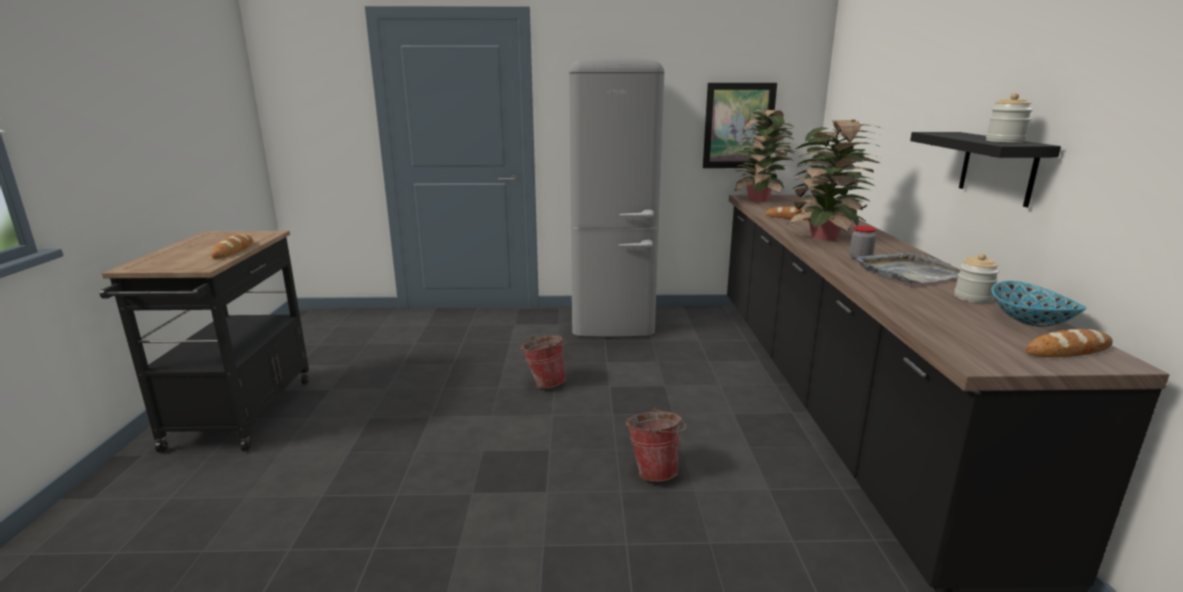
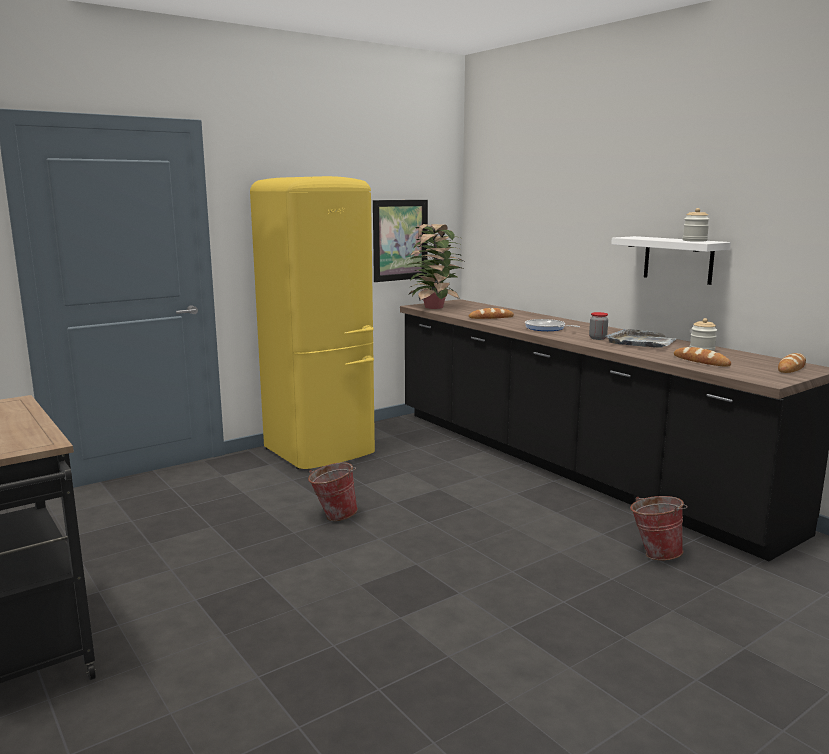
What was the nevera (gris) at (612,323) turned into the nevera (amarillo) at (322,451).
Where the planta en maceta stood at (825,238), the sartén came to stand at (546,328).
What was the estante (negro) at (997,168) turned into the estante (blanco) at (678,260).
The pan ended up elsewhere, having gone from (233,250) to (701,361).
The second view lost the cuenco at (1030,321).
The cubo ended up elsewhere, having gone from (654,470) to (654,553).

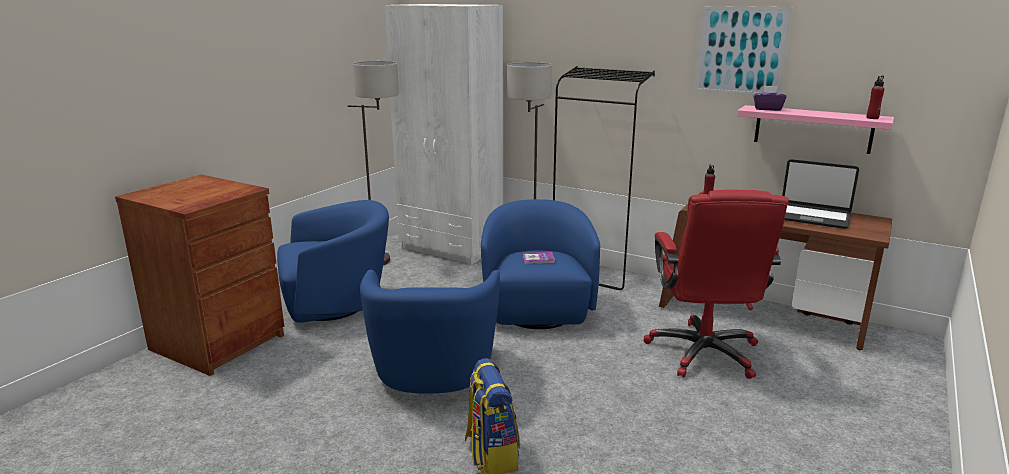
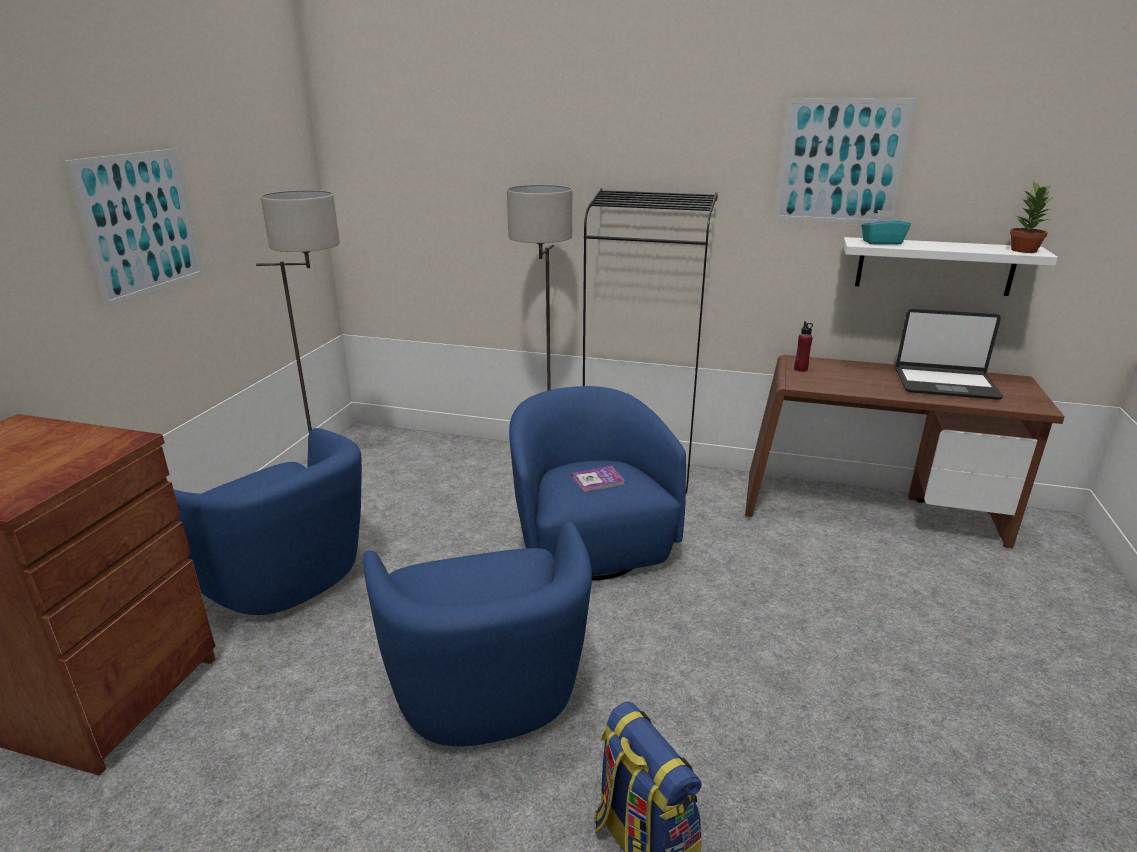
The second view lost the armario ropero (blanco) at (451,248).
Where the botella (rojo) stood at (872,118), the planta en maceta came to stand at (1024,250).
What was the caja de pañuelos (morado) at (767,109) turned into the caja de pañuelos (turquesa) at (882,242).
What was the estante (rosa) at (813,129) turned into the estante (blanco) at (934,266).
The second view lost the silla de oficina (rojo) at (704,352).
The sillón (azul) at (336,304) ended up facing another way, 75 degrees clockwise from before.
The second view gained the cuadro at (141,224).

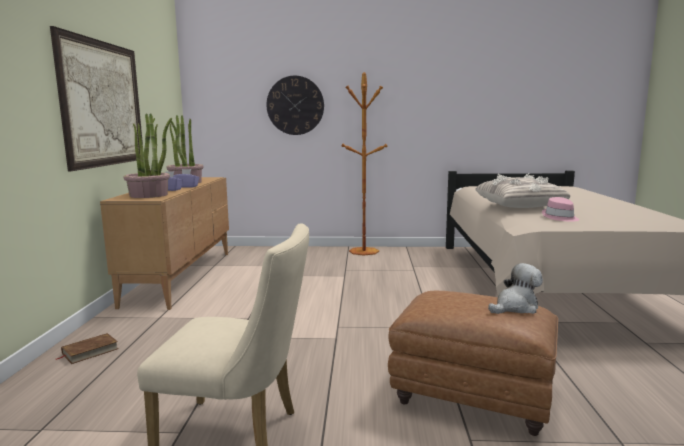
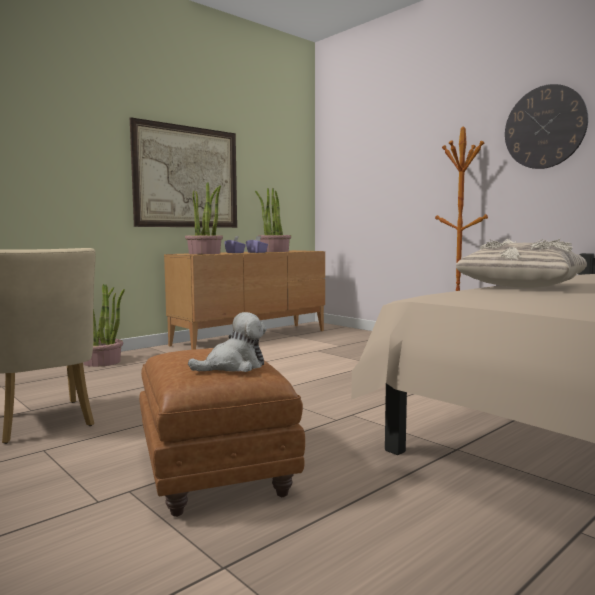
The reloj de pared ended up elsewhere, having gone from (295,105) to (544,127).
The second view lost the sombrero (rosa) at (560,217).
The peluche at (515,307) ended up facing another way, 45 degrees counterclockwise from before.
Where the libro (marrón) stood at (90,351), the planta en maceta came to stand at (102,362).

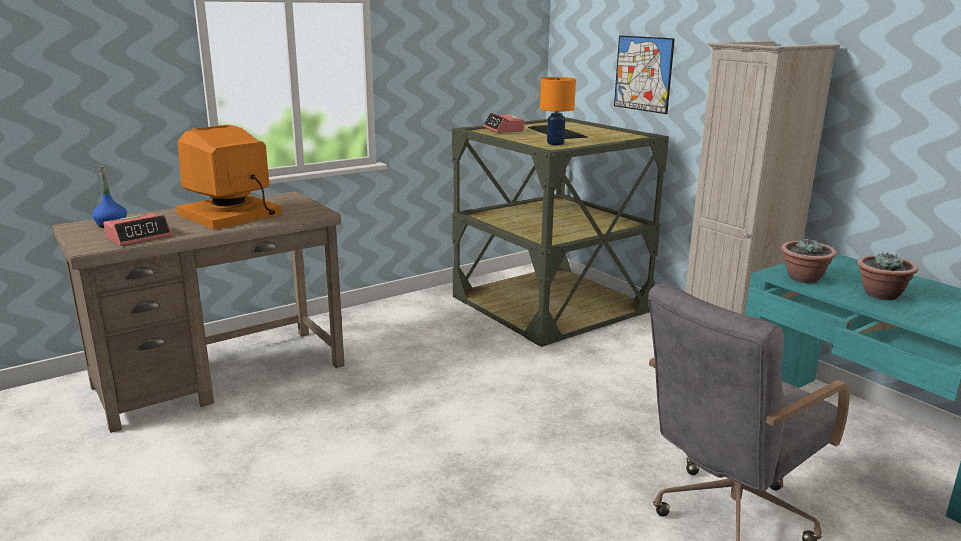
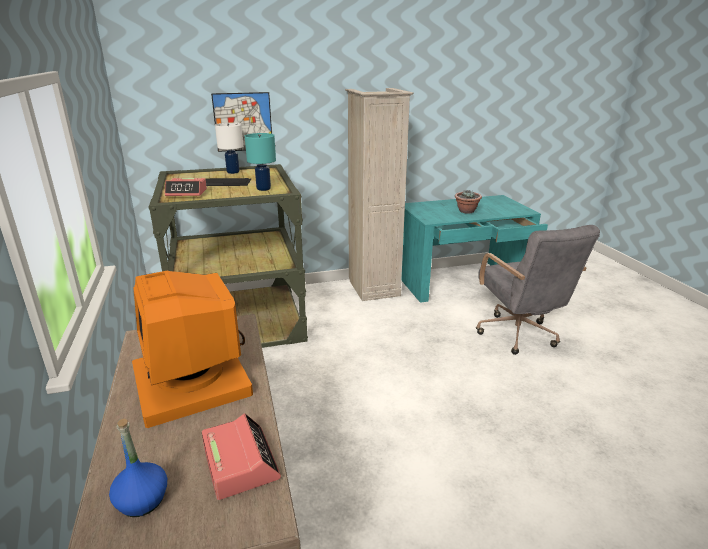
What was the lámpara de mesa (naranja) at (556,144) turned into the lámpara de mesa (turquesa) at (264,189).
The second view lost the planta en maceta at (803,278).
The second view gained the lámpara de mesa (blanco) at (234,172).

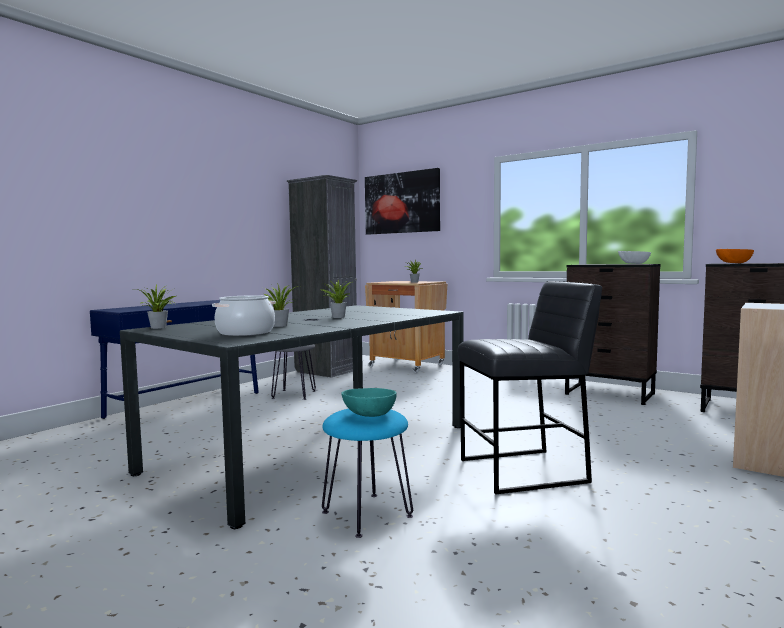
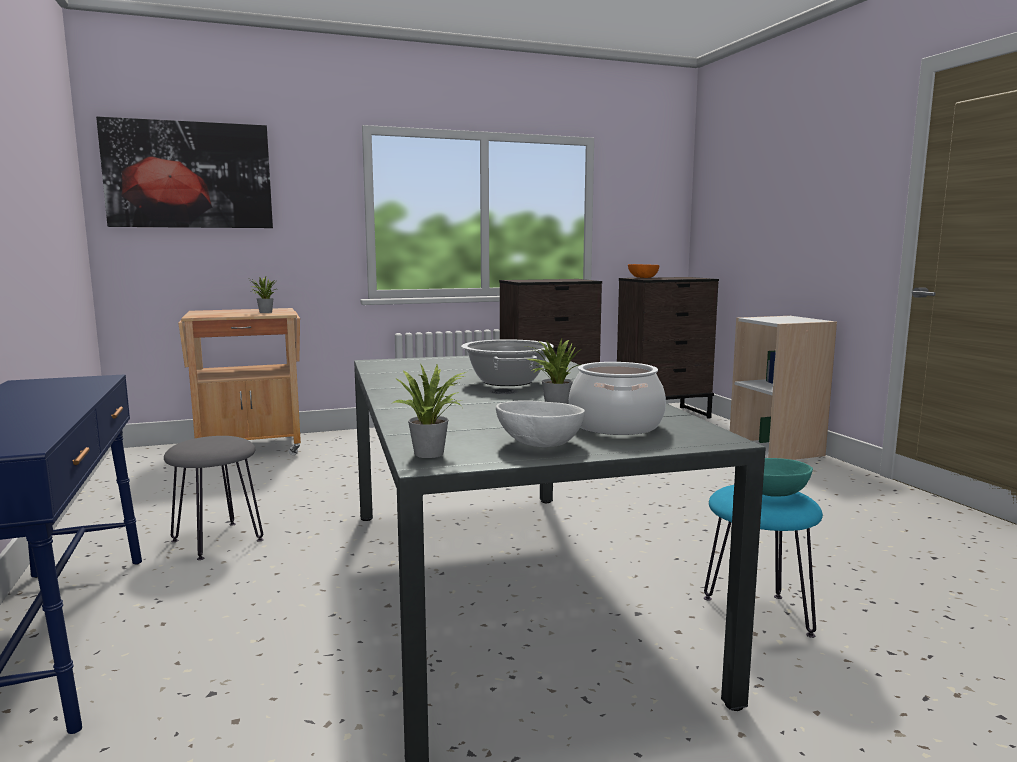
The second view lost the armario (gris) at (327,371).
The cuenco (blanco) ended up elsewhere, having gone from (633,264) to (539,443).
Where the planta en maceta stood at (337,317), the olla came to stand at (507,381).
The second view lost the taburete (gris) at (524,470).

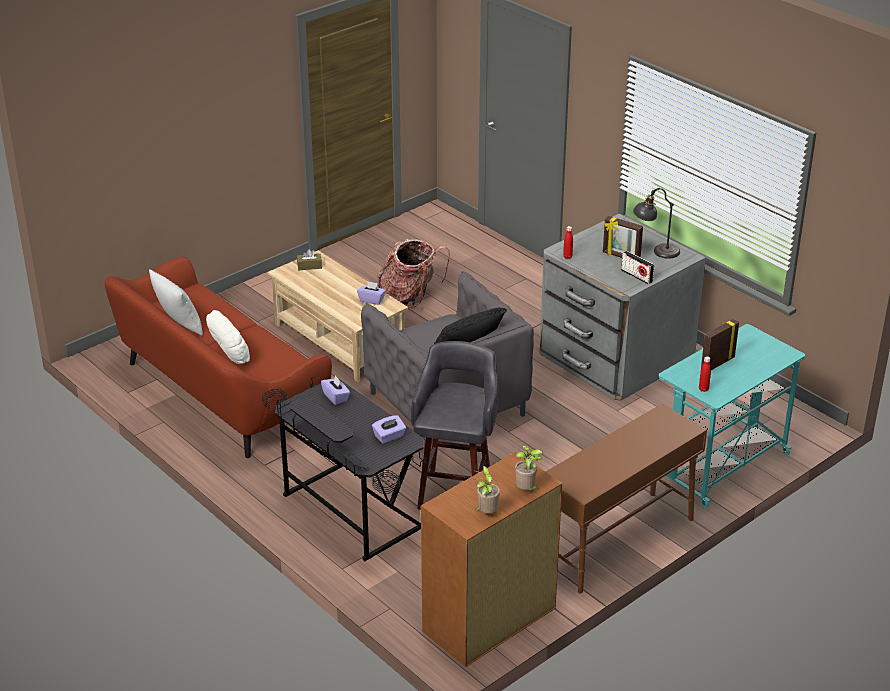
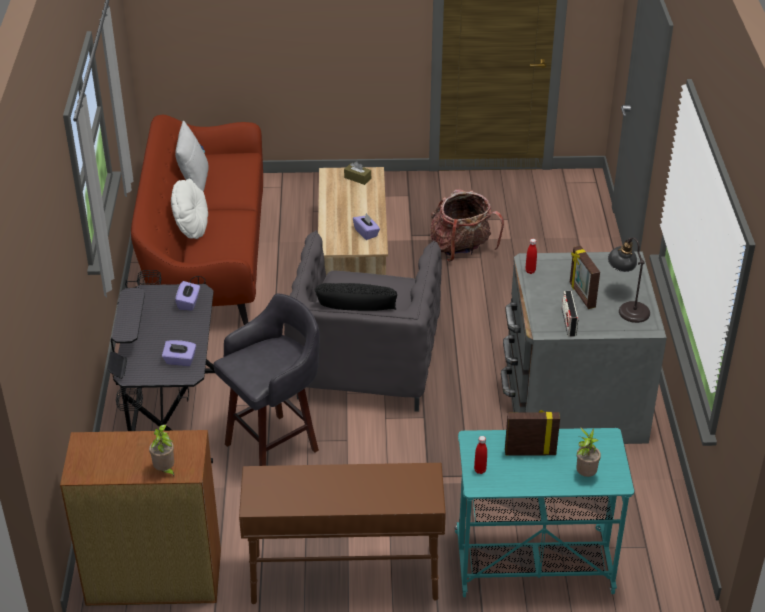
The planta en maceta ended up elsewhere, having gone from (486,513) to (585,474).

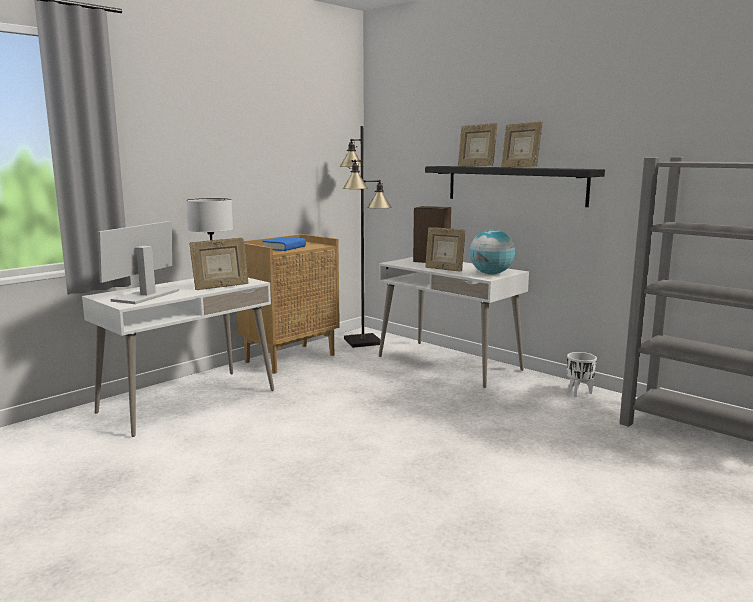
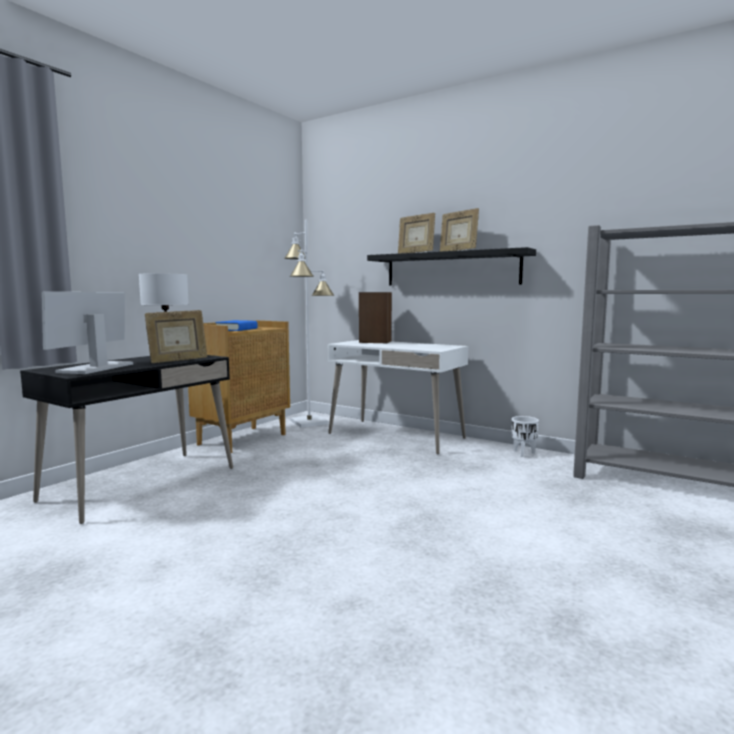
What was the lámpara de pie (negro) at (363,341) turned into the lámpara de pie (blanco) at (309,422).
The second view lost the portarretratos at (444,269).
The second view lost the globo terráqueo at (491,274).
What was the escritorio (blanco) at (188,401) turned into the escritorio (negro) at (141,484).

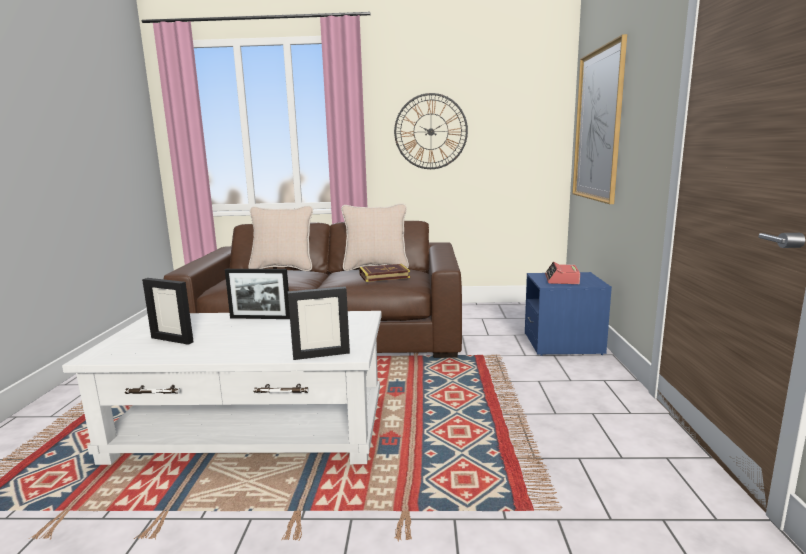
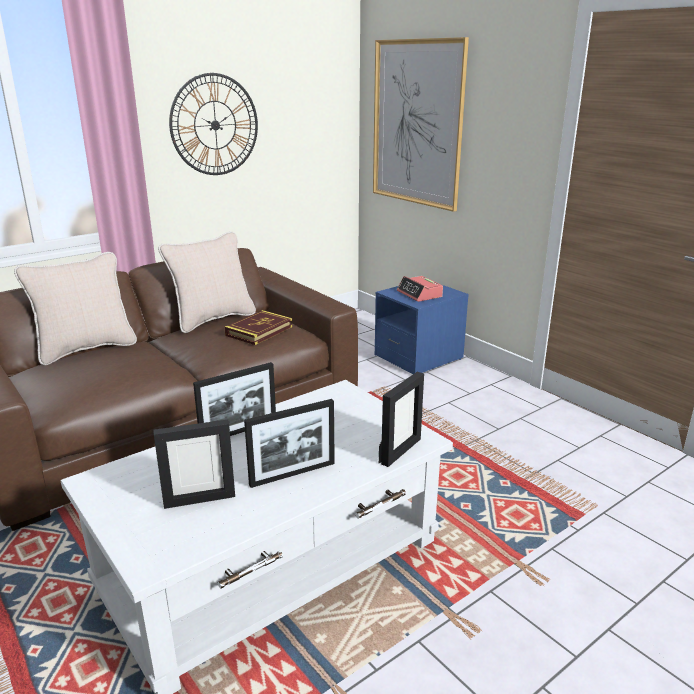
The second view gained the portarretratos at (292,474).

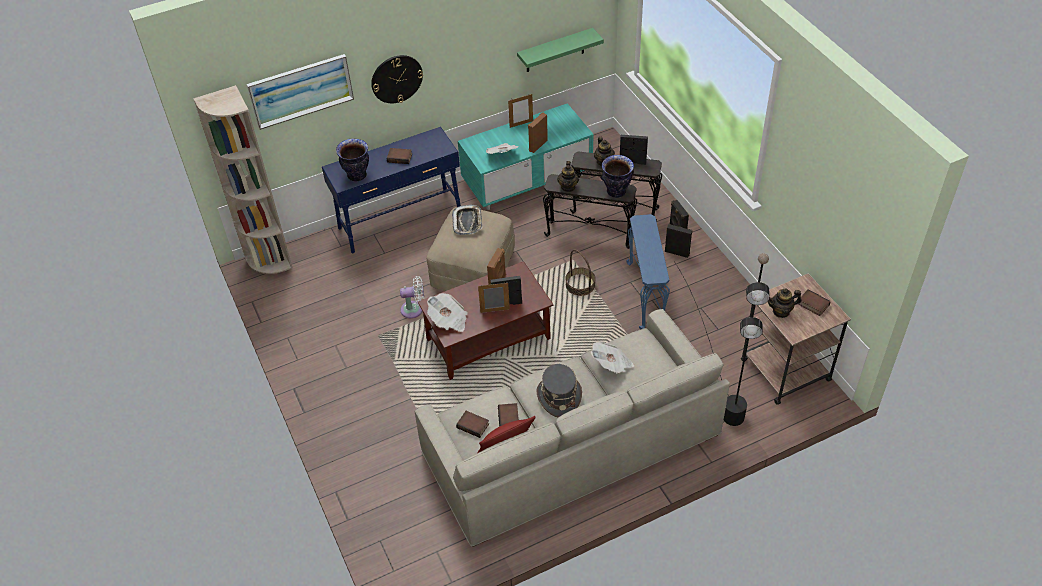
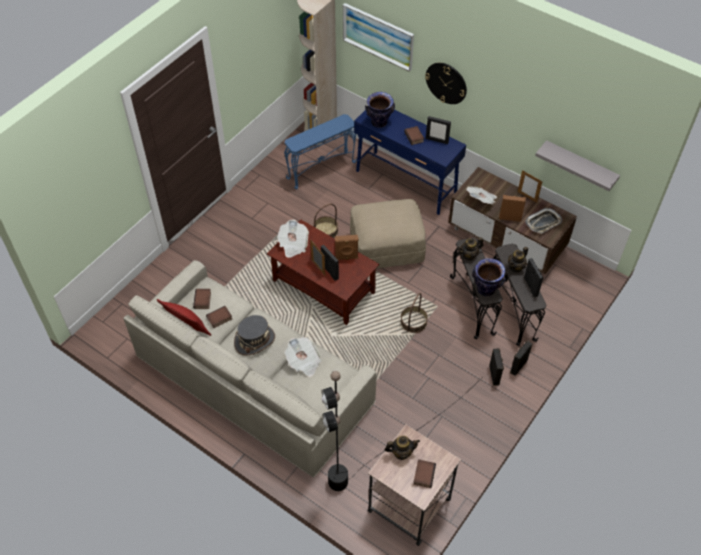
What was the estante (verde) at (555,51) turned into the estante (gris) at (580,166).
What was the mueble de televisión (turquesa) at (527,178) turned into the mueble de televisión (marrón) at (507,238).
The bandeja ended up elsewhere, having gone from (467,222) to (543,223).
The mesa auxiliar (azul) ended up elsewhere, having gone from (645,295) to (321,171).
Where the ventilador (blanco) stood at (414,309), the cesta came to stand at (325,230).
The tetera at (781,311) ended up facing another way, 120 degrees clockwise from before.
The second view gained the portarretratos at (437,140).

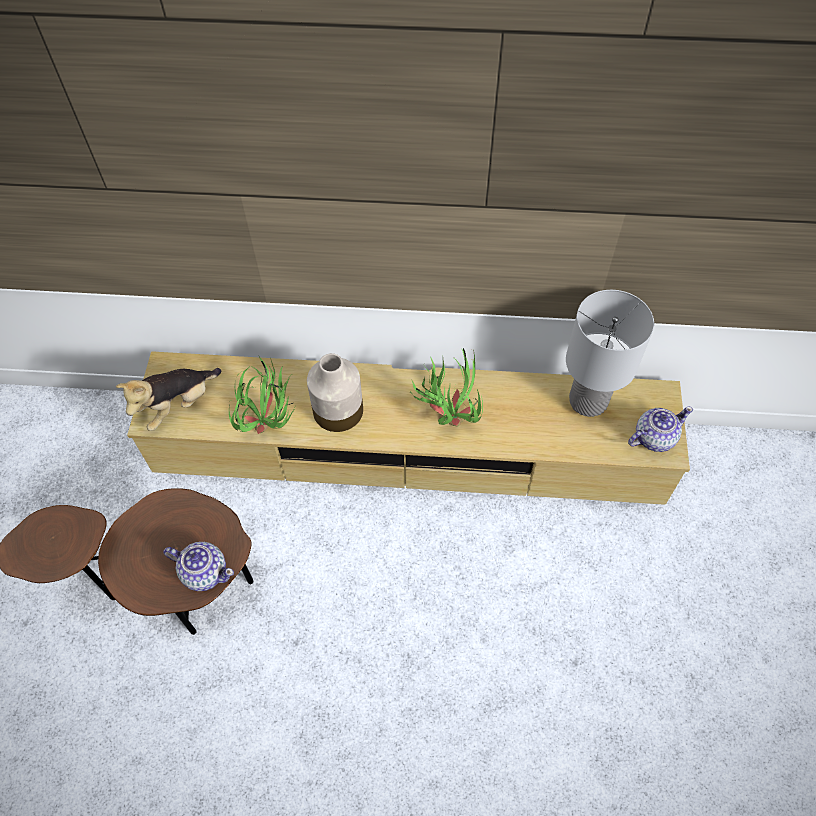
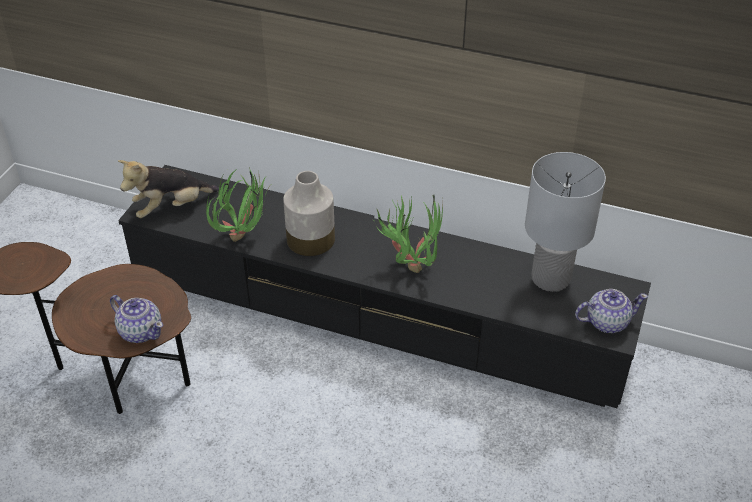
What was the mueble de televisión (beis) at (408,453) turned into the mueble de televisión (negro) at (376,315).

